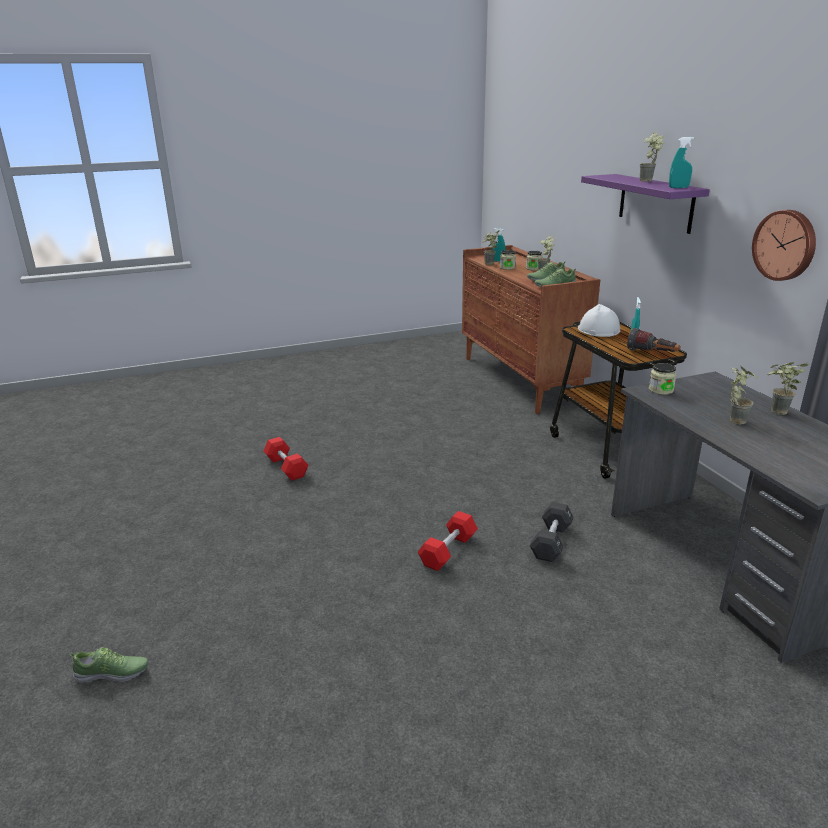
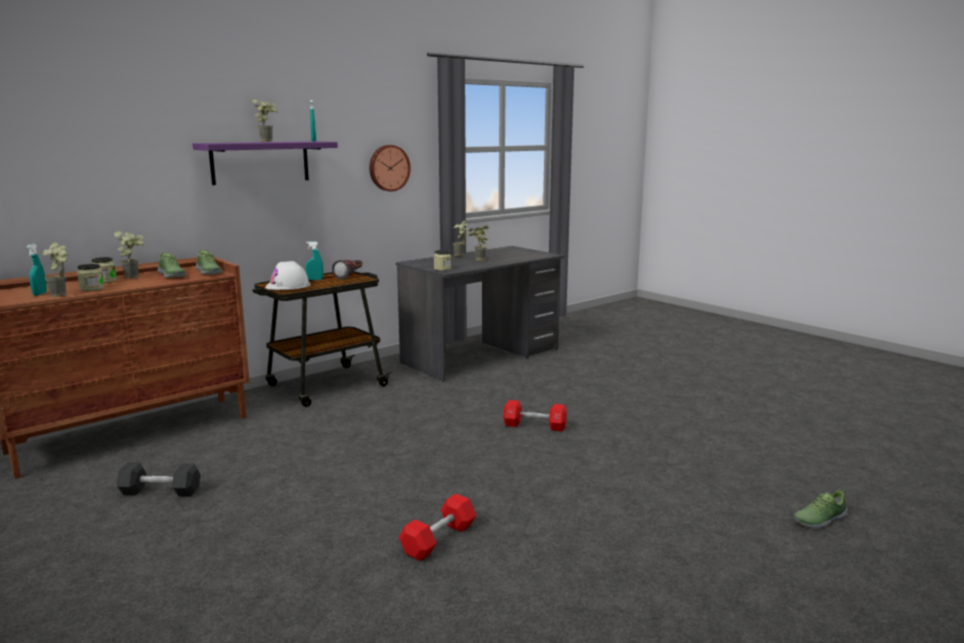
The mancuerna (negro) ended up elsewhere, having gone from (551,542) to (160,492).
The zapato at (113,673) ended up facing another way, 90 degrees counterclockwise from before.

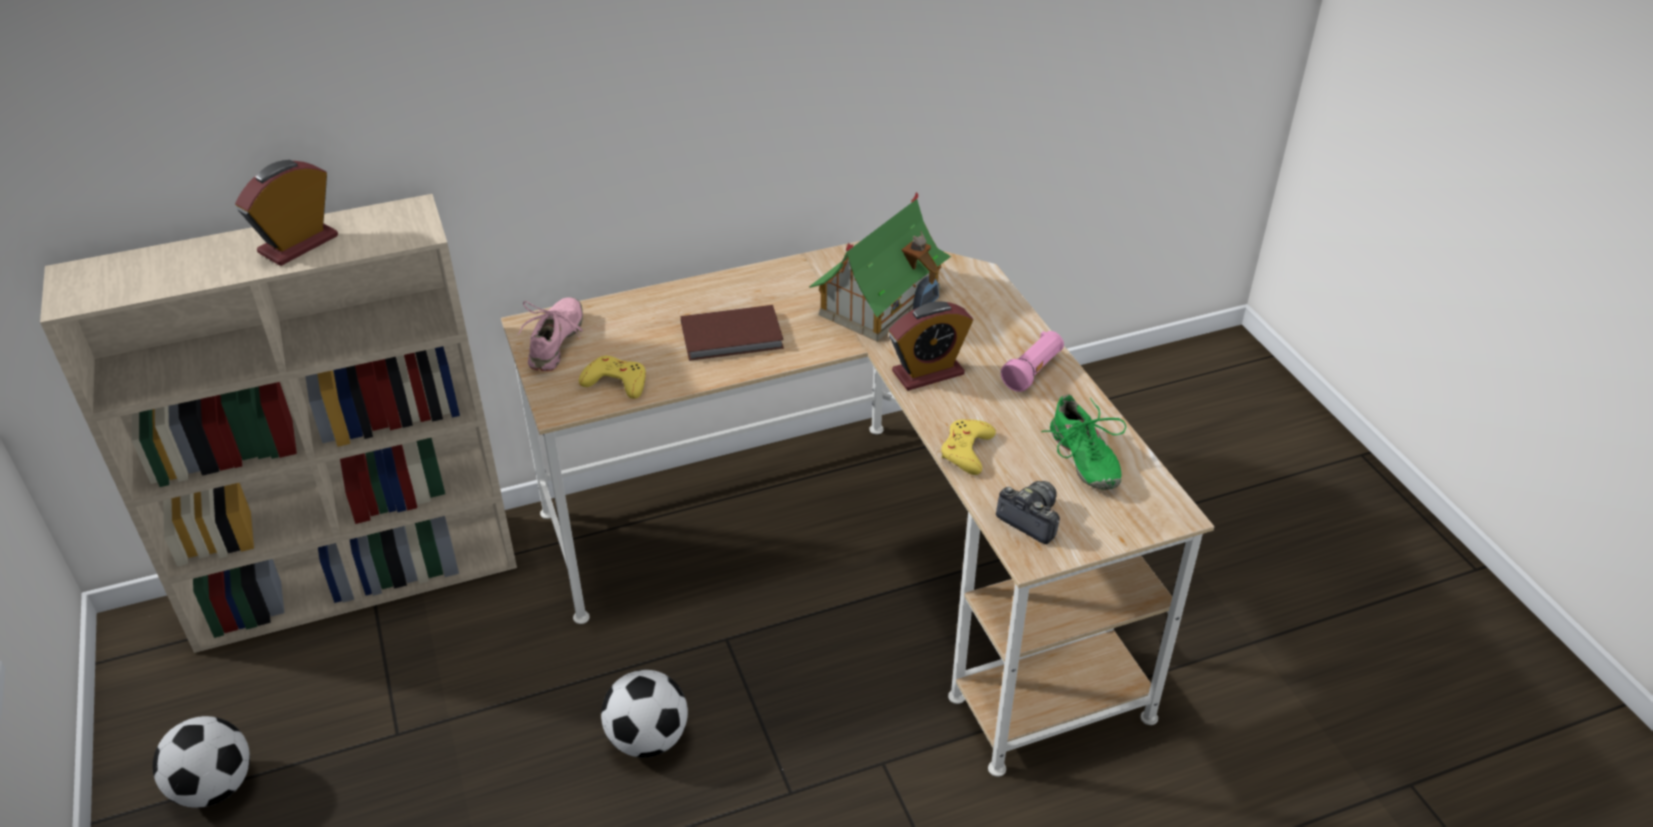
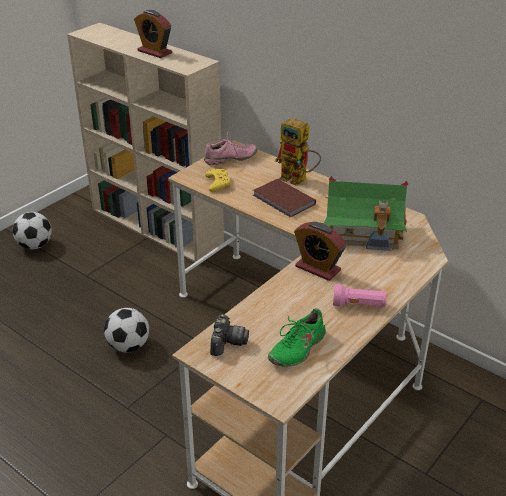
The despertador at (298,244) ended up facing another way, 150 degrees counterclockwise from before.
The second view lost the mando de consola (amarillo) at (966,451).
The second view gained the robot de juguete at (298,179).

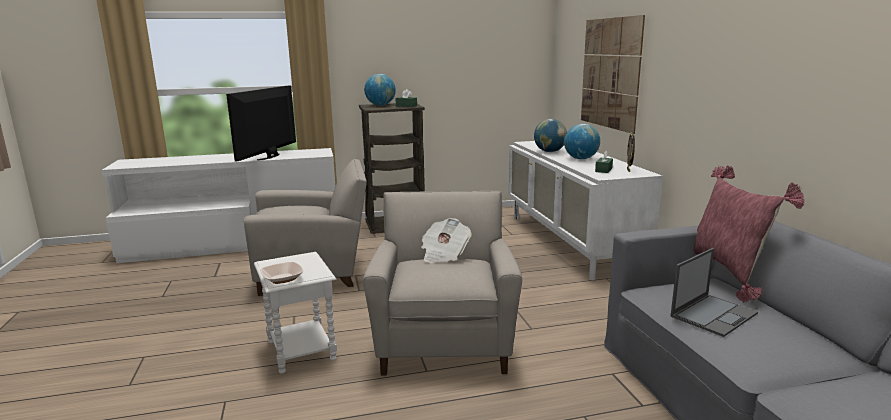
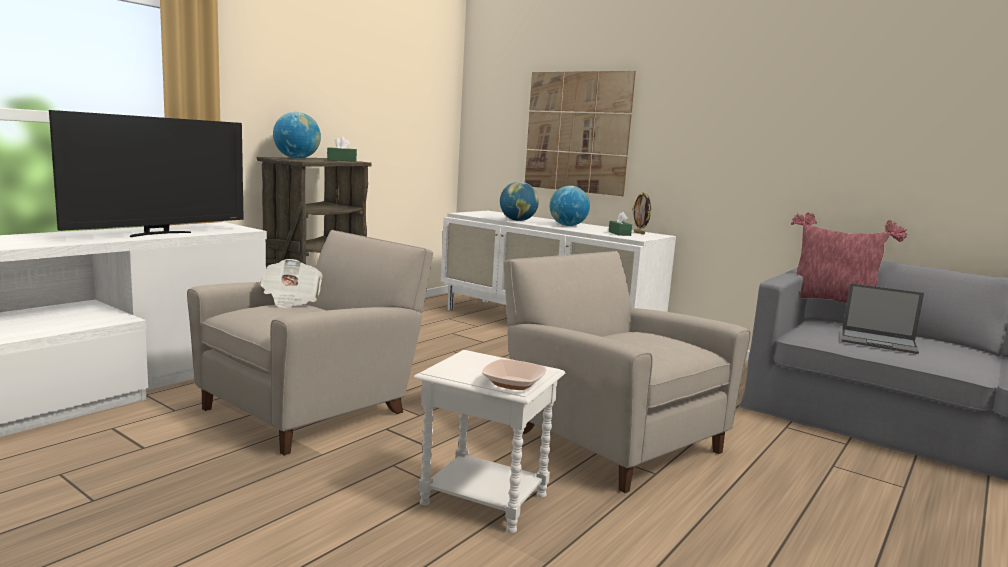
The televisor at (270,156) ended up facing another way, 120 degrees counterclockwise from before.
The periódico ended up elsewhere, having gone from (444,254) to (291,300).
The portátil at (714,314) ended up facing another way, 105 degrees clockwise from before.

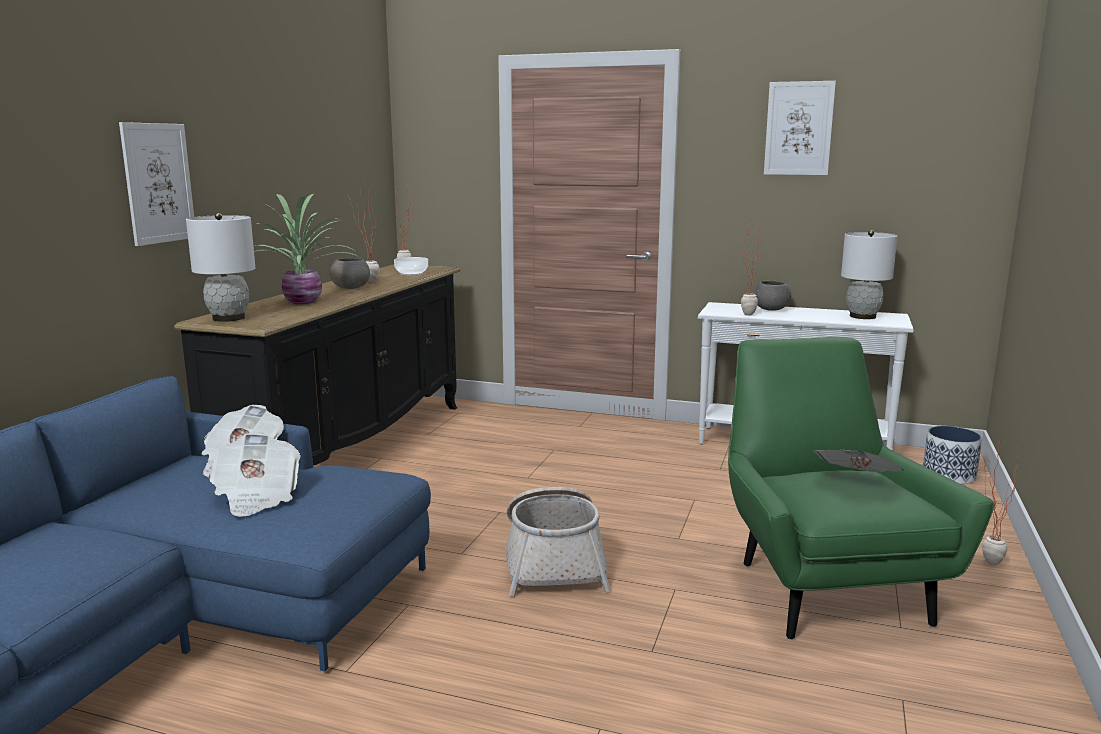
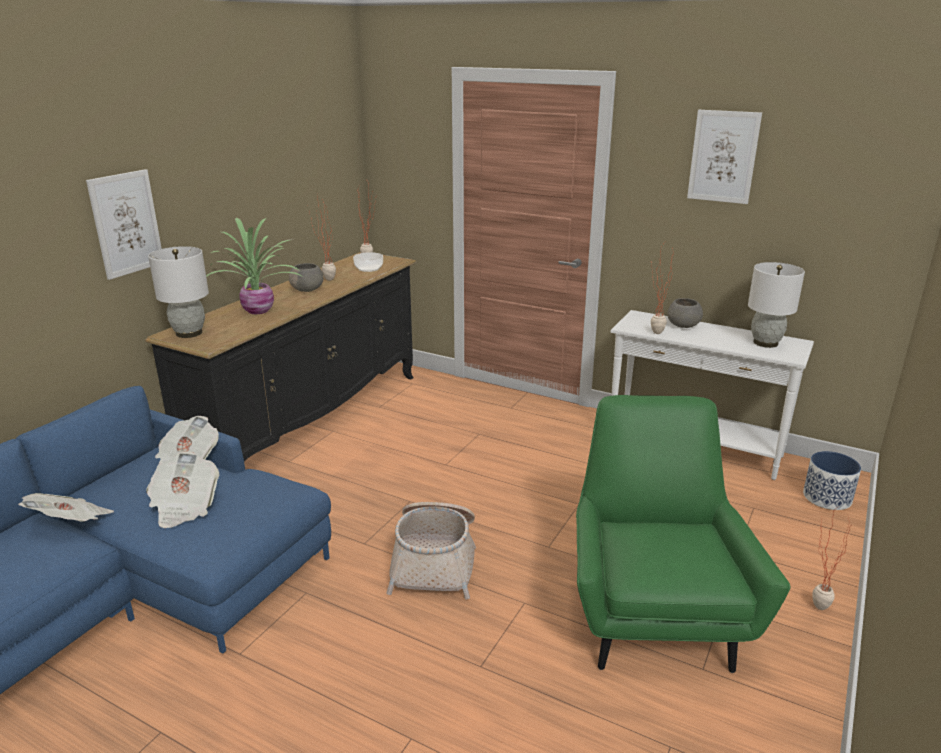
The periódico ended up elsewhere, having gone from (856,484) to (72,523).

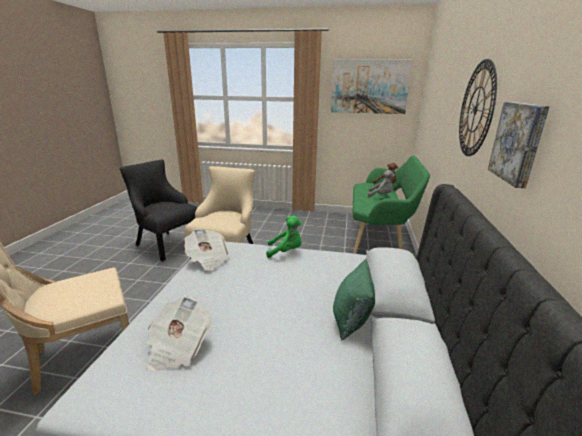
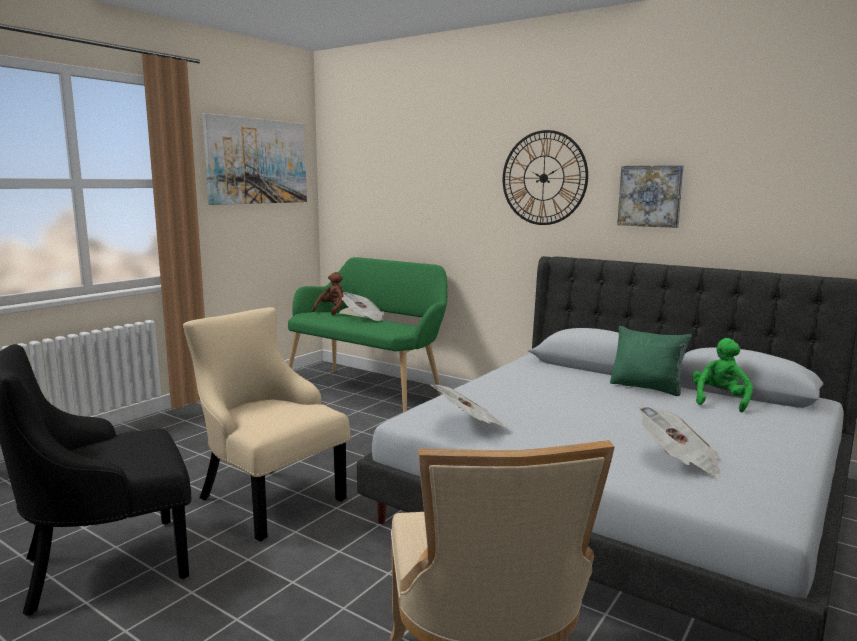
Where the peluche (gris) stood at (381,195), the periódico came to stand at (363,318).
The peluche (verde) ended up elsewhere, having gone from (286,252) to (719,401).

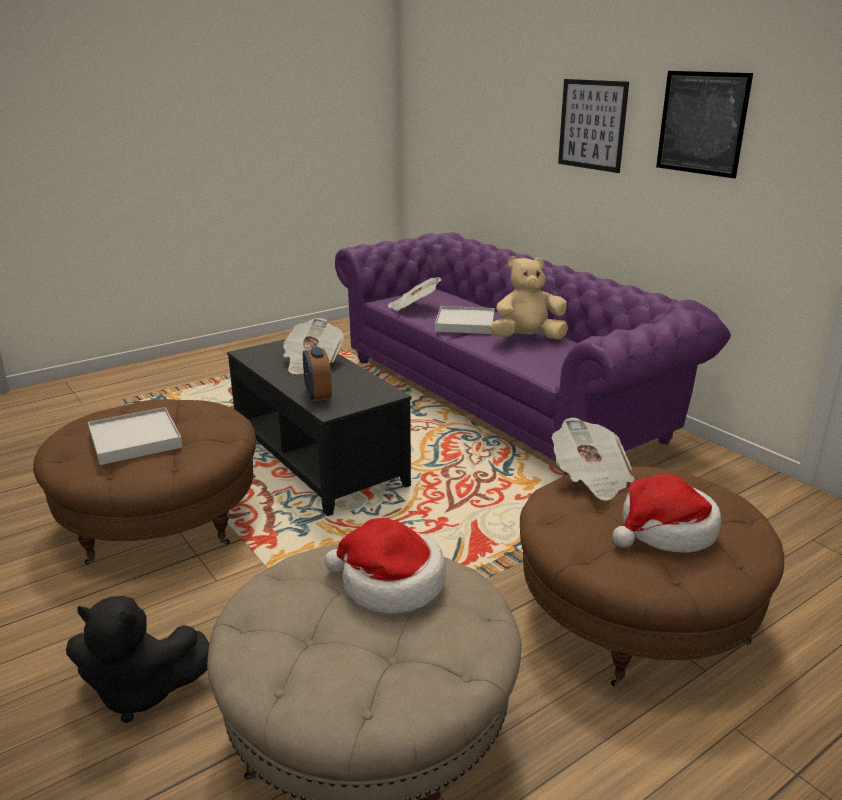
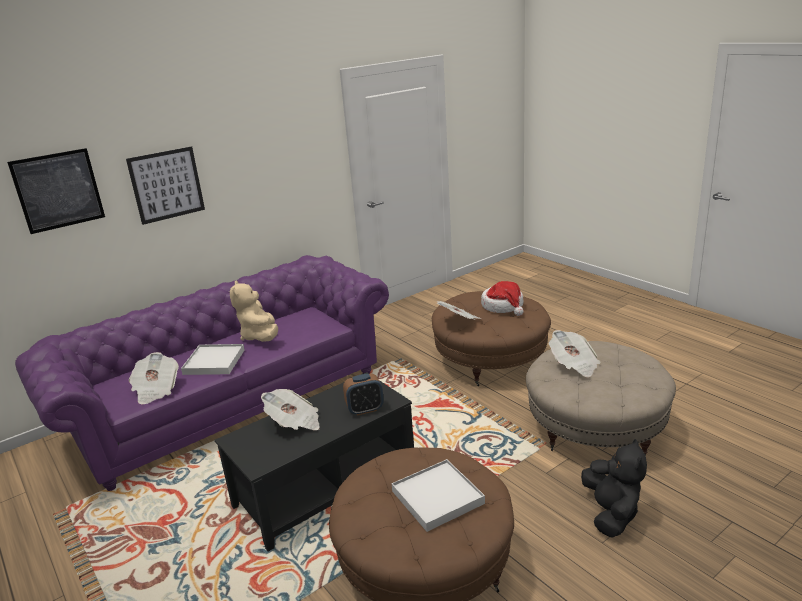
The cuadro ended up elsewhere, having gone from (702,123) to (58,190).
Where the sombrero stood at (390,584), the periódico came to stand at (574,365).

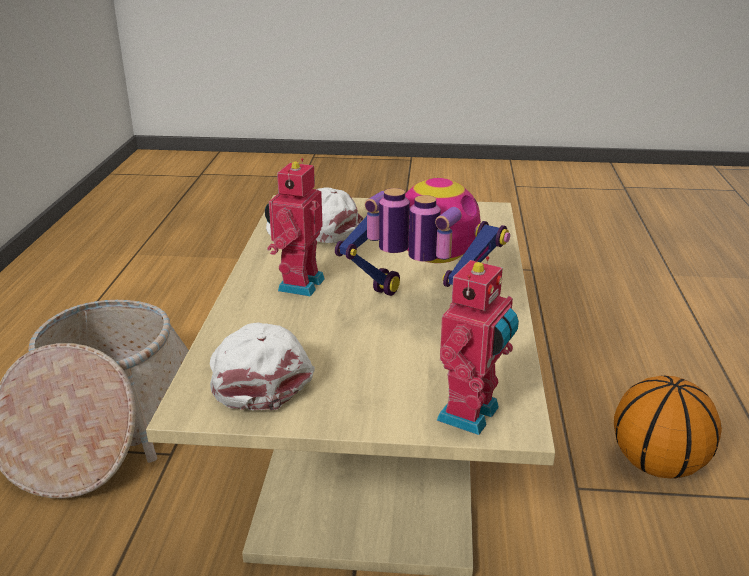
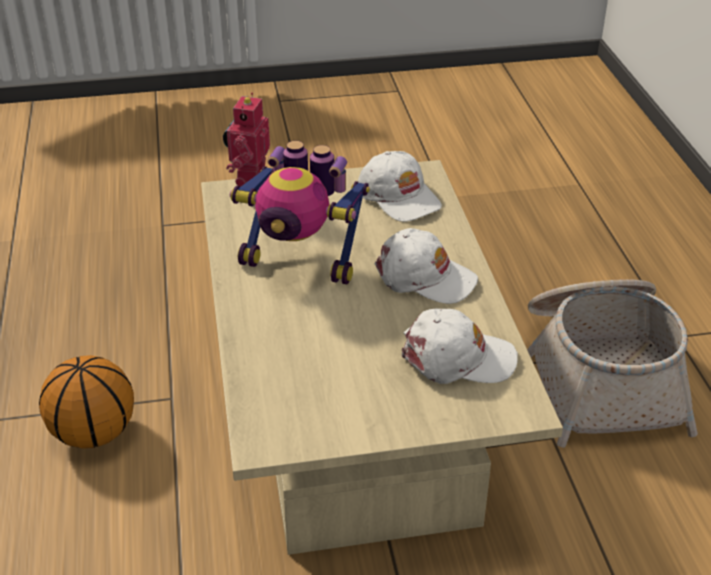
Where the robot de juguete stood at (298,284), the gorra (blanco) came to stand at (424,277).

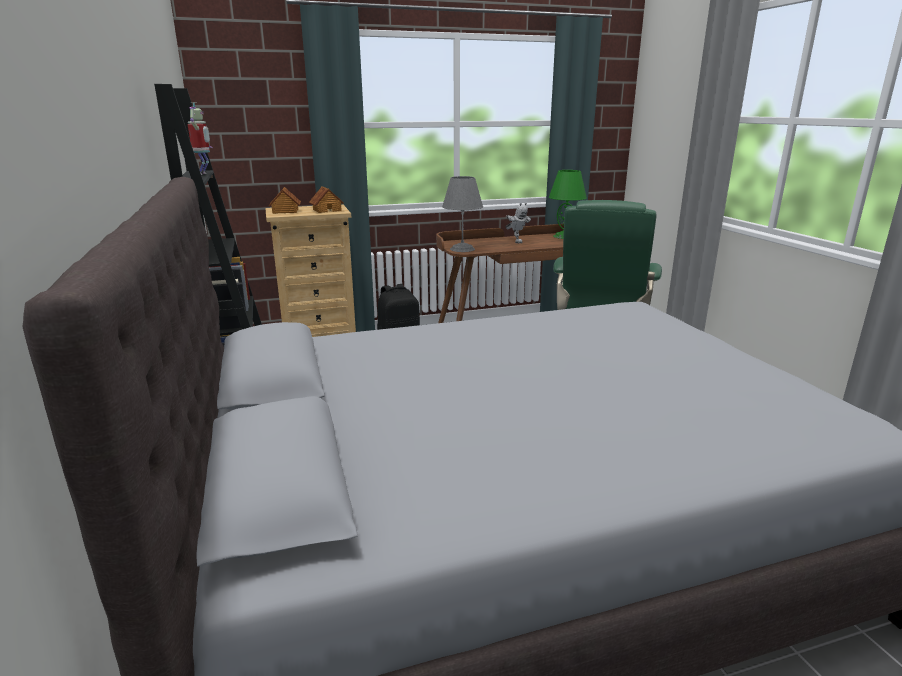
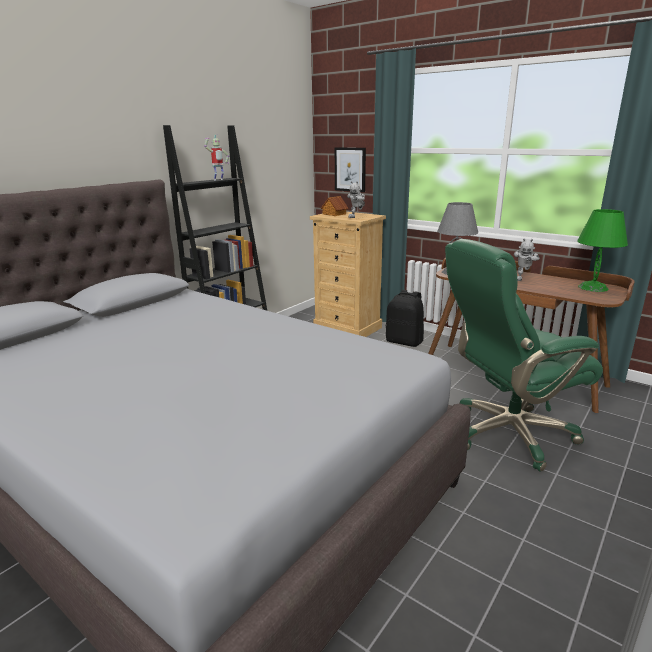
Where the casita stood at (327,210), the robot de juguete came to stand at (357,217).
The second view gained the cuadro at (350,169).

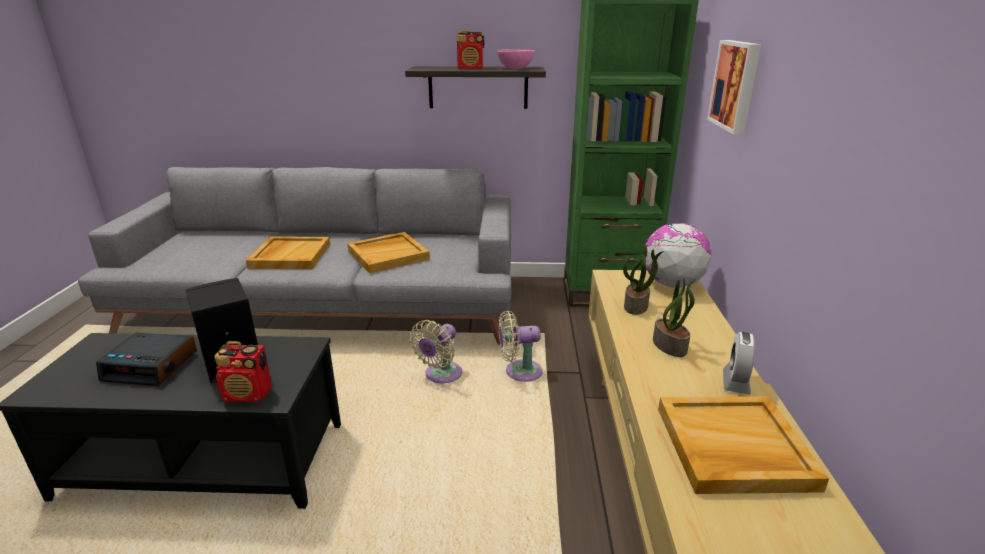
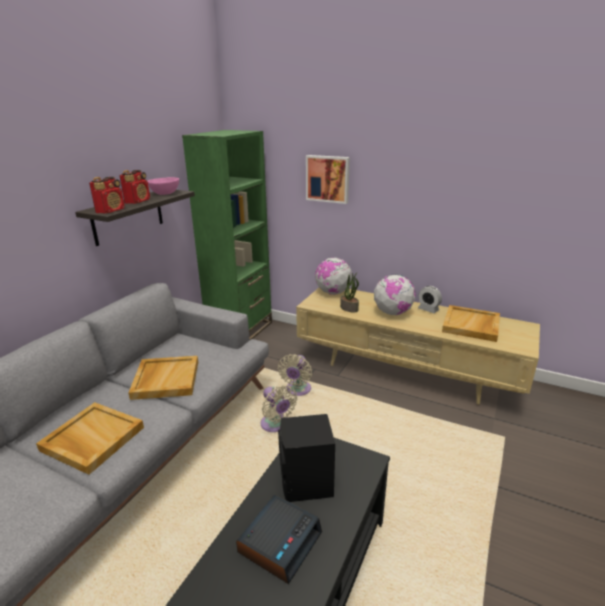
Where the planta en maceta stood at (670,346), the globo terráqueo came to stand at (392,313).
The radio ended up elsewhere, having gone from (248,394) to (111,211).

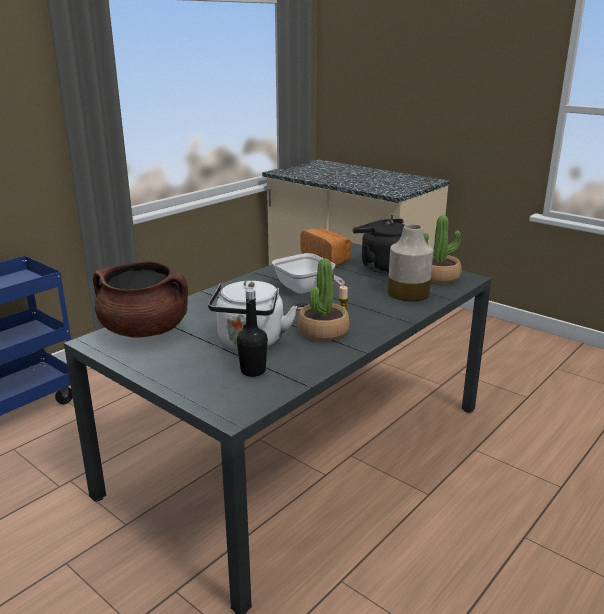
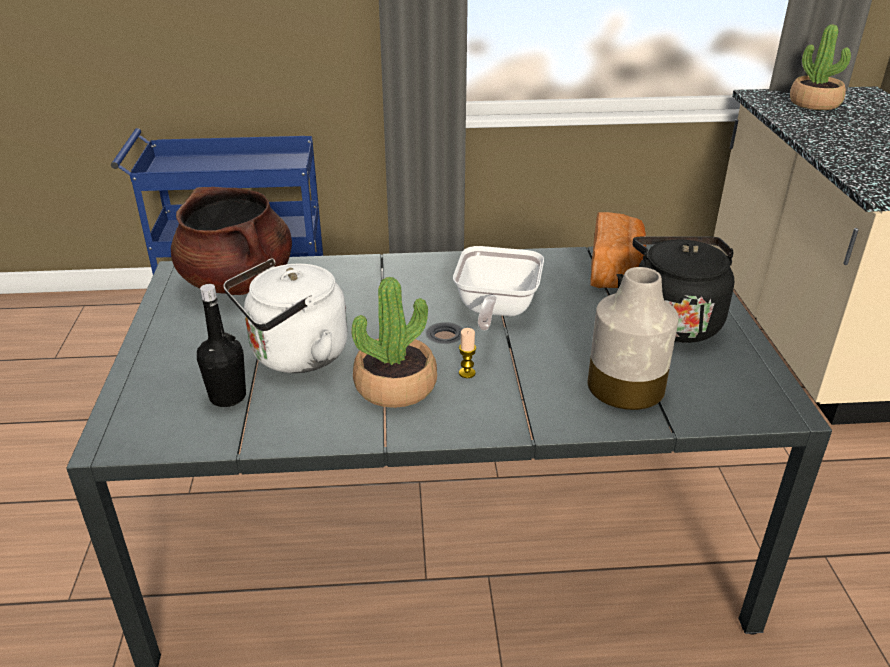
The planta en maceta ended up elsewhere, having gone from (438,277) to (814,103).

